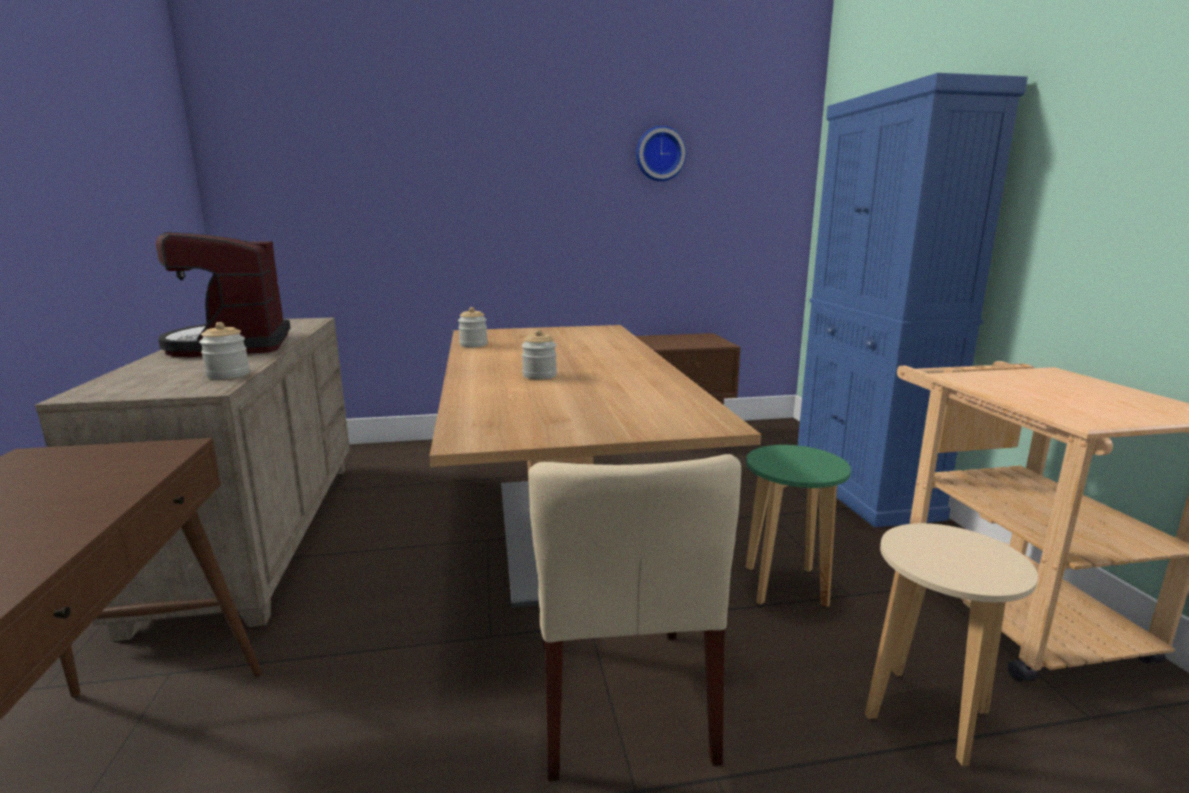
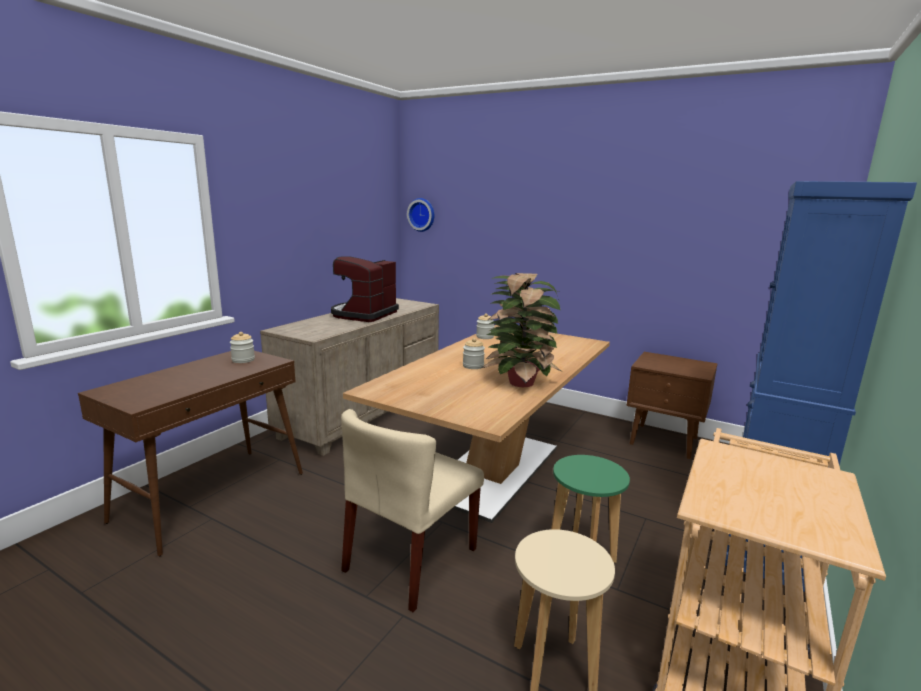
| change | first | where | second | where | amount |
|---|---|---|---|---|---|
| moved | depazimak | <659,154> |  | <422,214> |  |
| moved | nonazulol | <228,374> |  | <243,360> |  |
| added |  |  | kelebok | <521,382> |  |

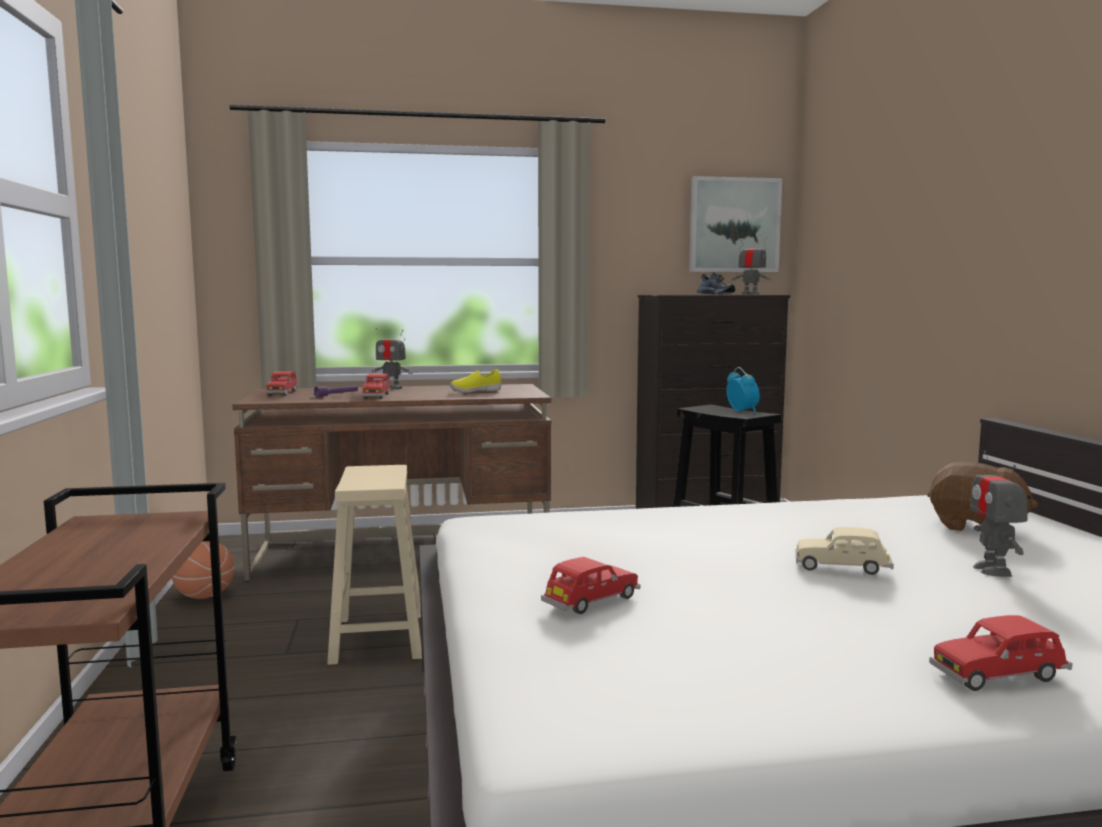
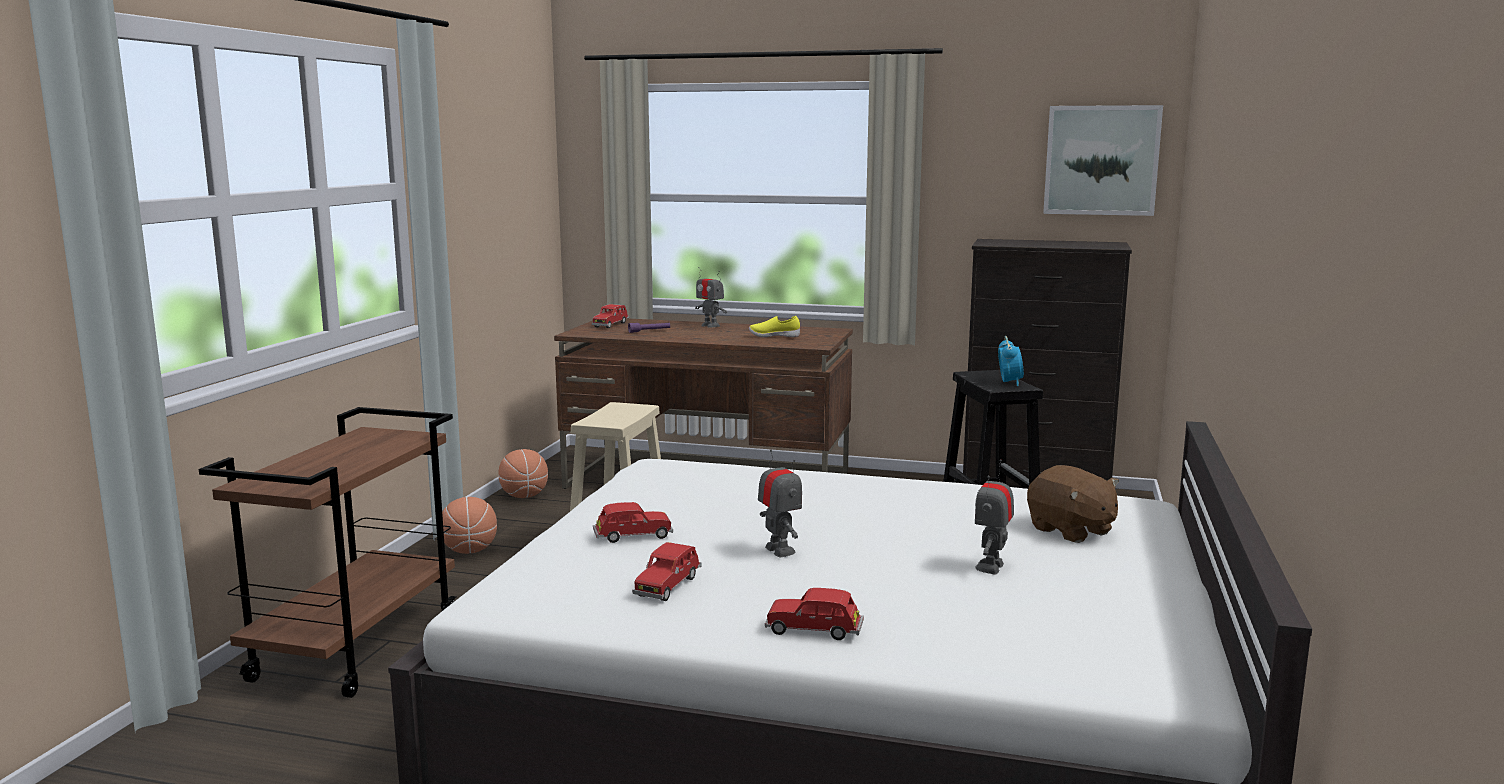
| change | first | where | second | where | amount |
|---|---|---|---|---|---|
| moved | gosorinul | <750,294> |  | <779,550> |  |
| removed | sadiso | <716,294> |  |  |  |
| moved | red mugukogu | <376,396> |  | <668,586> |  |
| removed | beige mugukogu | <842,568> |  |  |  |
| added |  |  | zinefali | <470,551> |  |

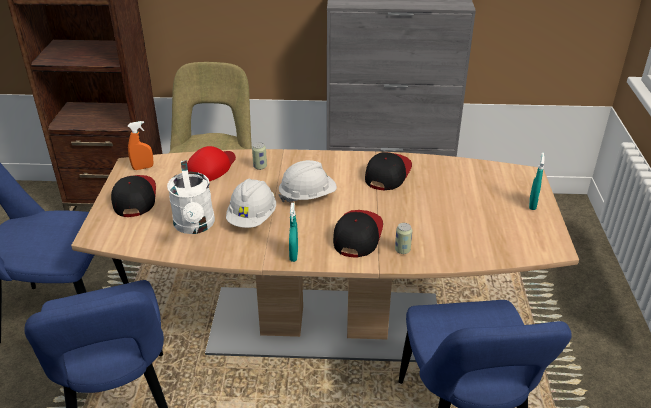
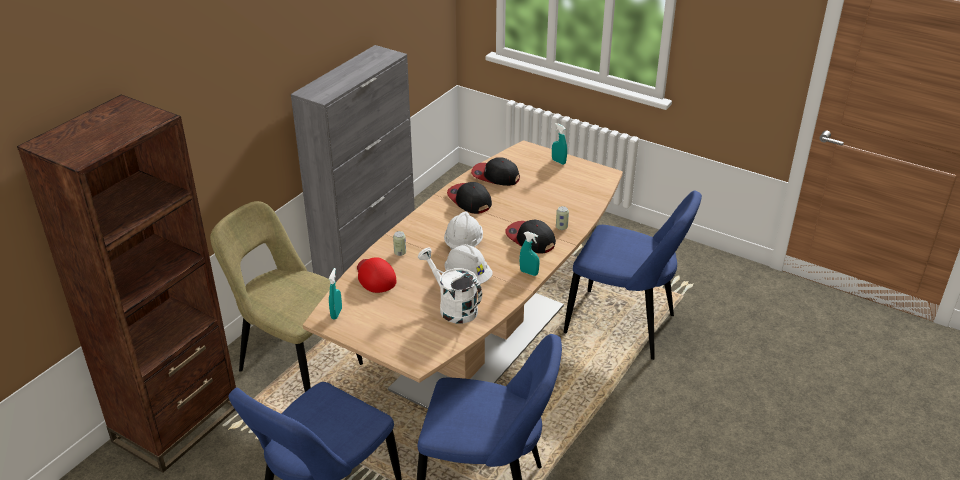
| change | first | where | second | where | amount |
|---|---|---|---|---|---|
| recoloured | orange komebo | <143,168> | turquoise komebo | <336,314> |  |
| turned | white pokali | <195,226> |  | <452,307> | 150 degrees counterclockwise |
| moved | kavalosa | <134,198> |  | <495,176> |  |

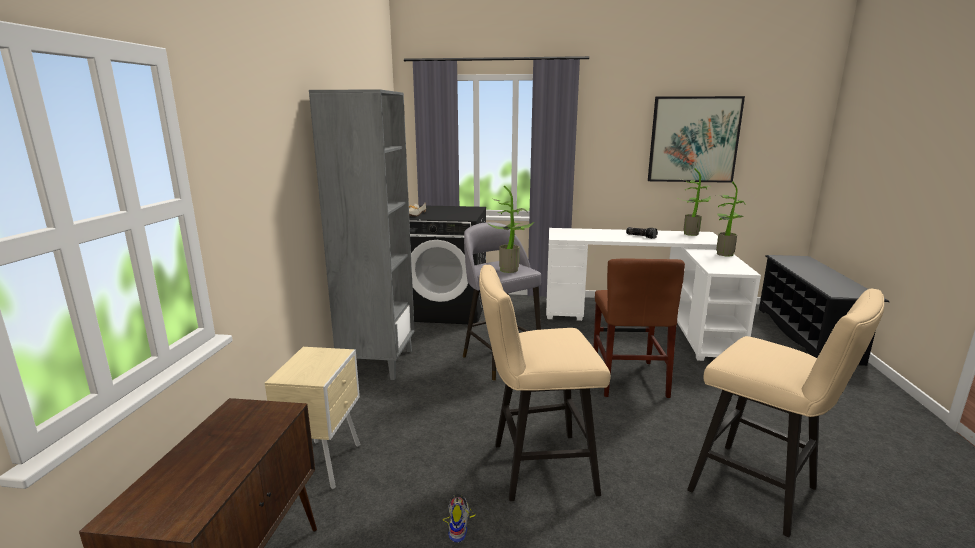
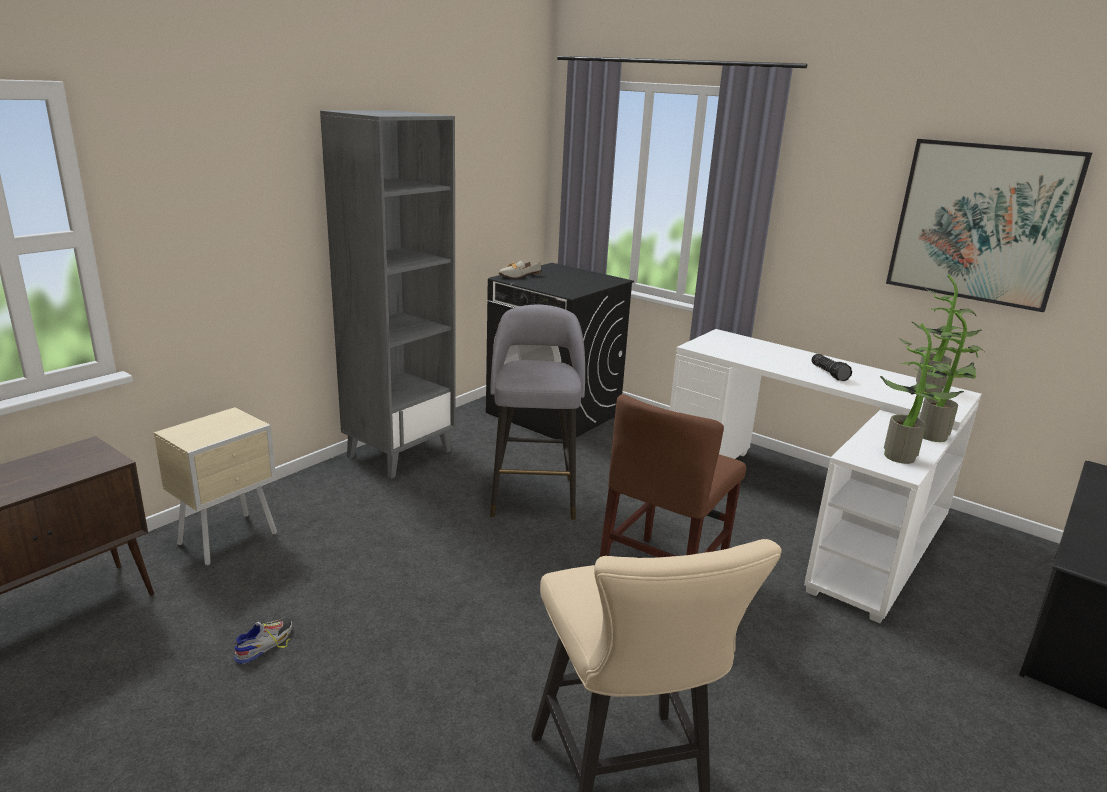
| change | first | where | second | where | amount |
|---|---|---|---|---|---|
| moved | kelebok | <511,269> |  | <903,456> |  |
| removed | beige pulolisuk | <535,468> |  |  |  |

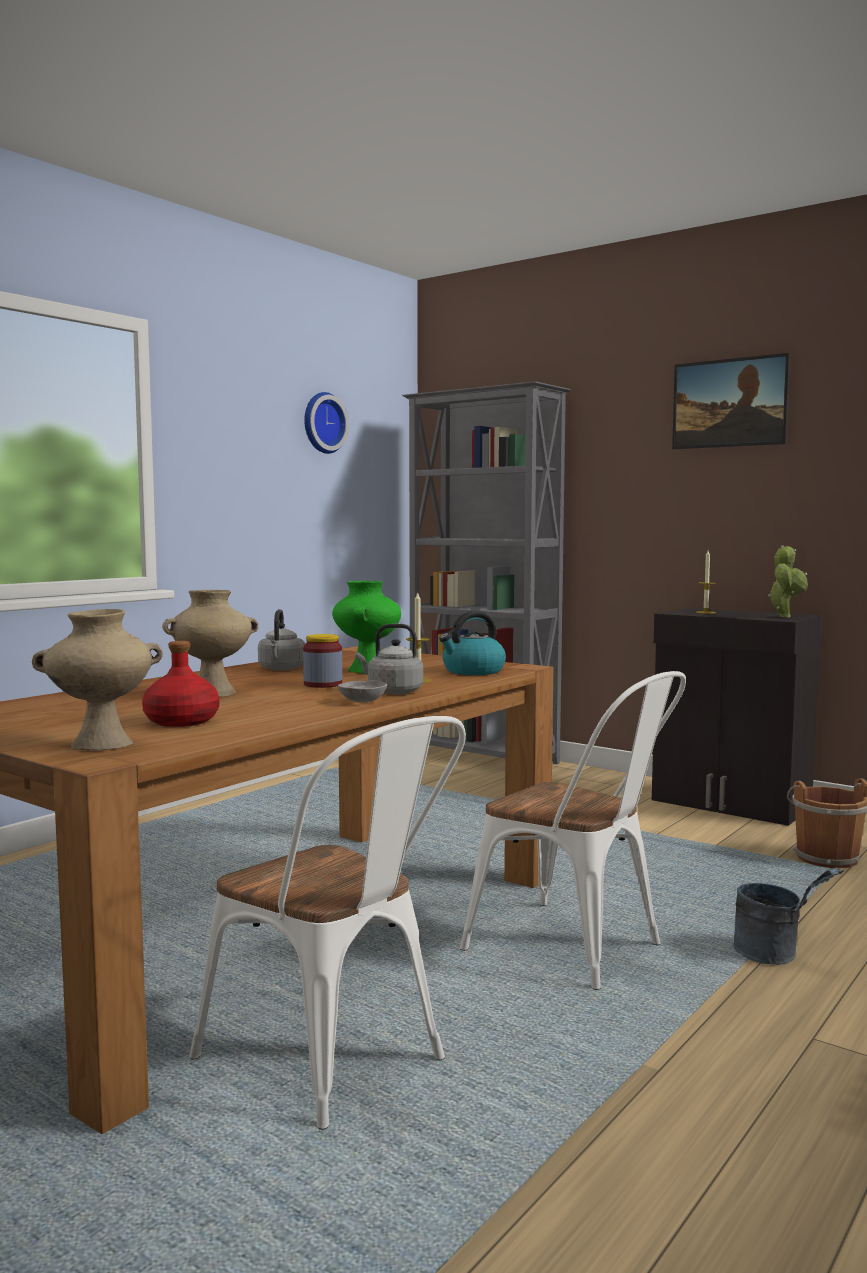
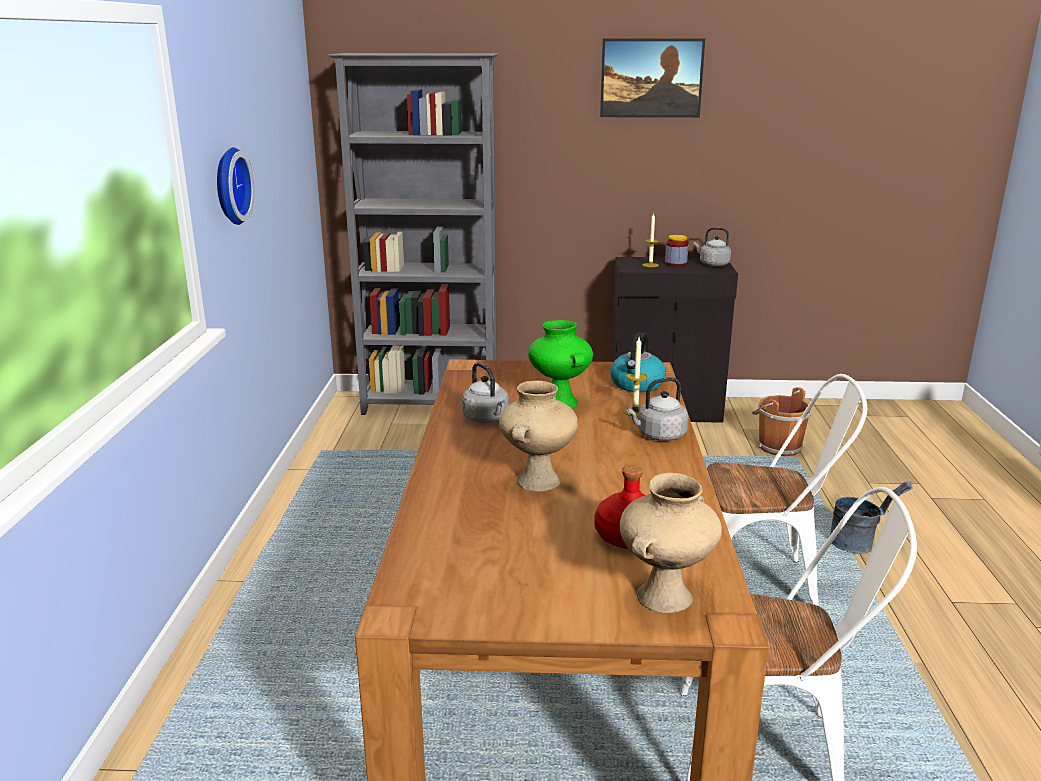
| change | first | where | second | where | amount |
|---|---|---|---|---|---|
| moved | depazimak | <322,423> |  | <228,186> |  |
| replaced | kelebok | <784,616> | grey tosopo | <712,264> |  |
| moved | nonazulol | <323,684> |  | <675,264> |  |
| removed | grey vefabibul | <362,701> |  |  |  |

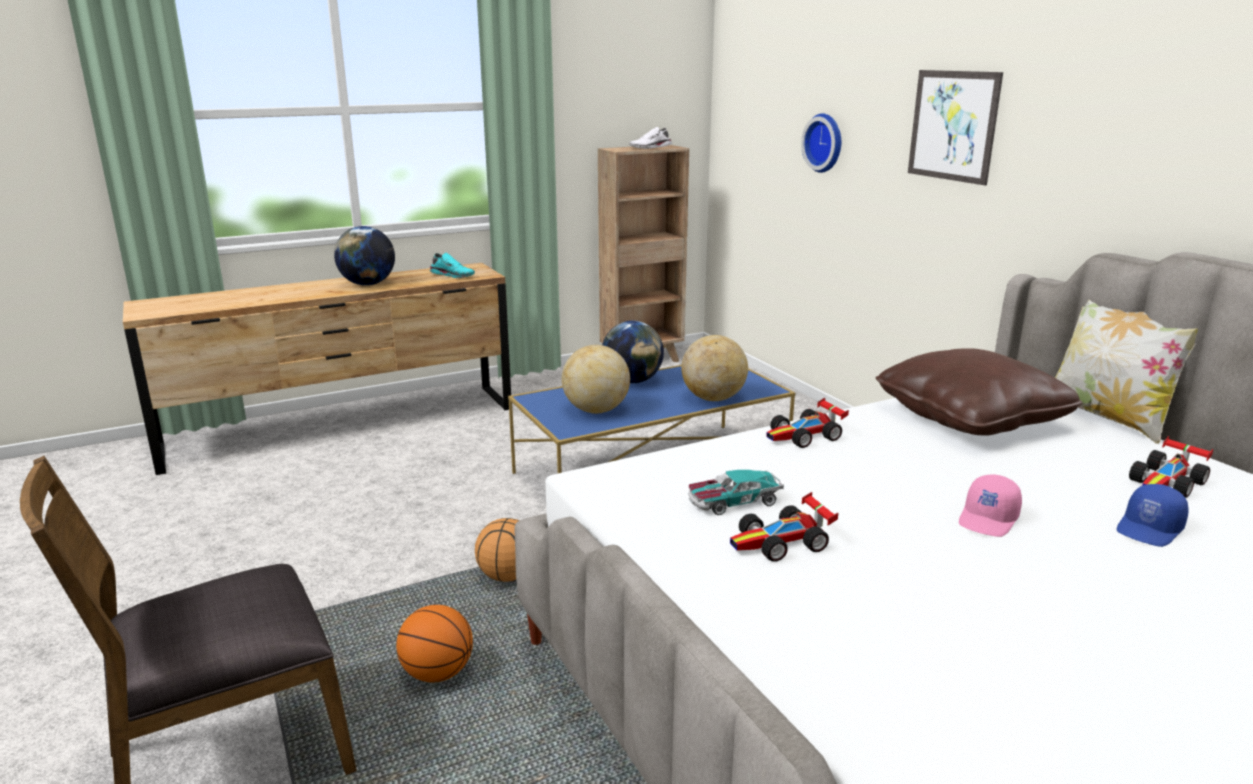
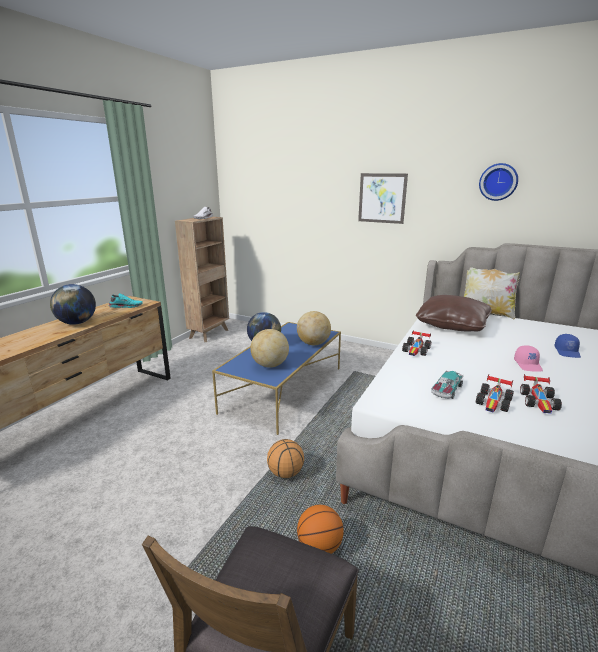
| change | first | where | second | where | amount |
|---|---|---|---|---|---|
| moved | depazimak | <825,143> |  | <498,182> |  |
| moved | mugukogu | <1168,483> |  | <539,401> |  |

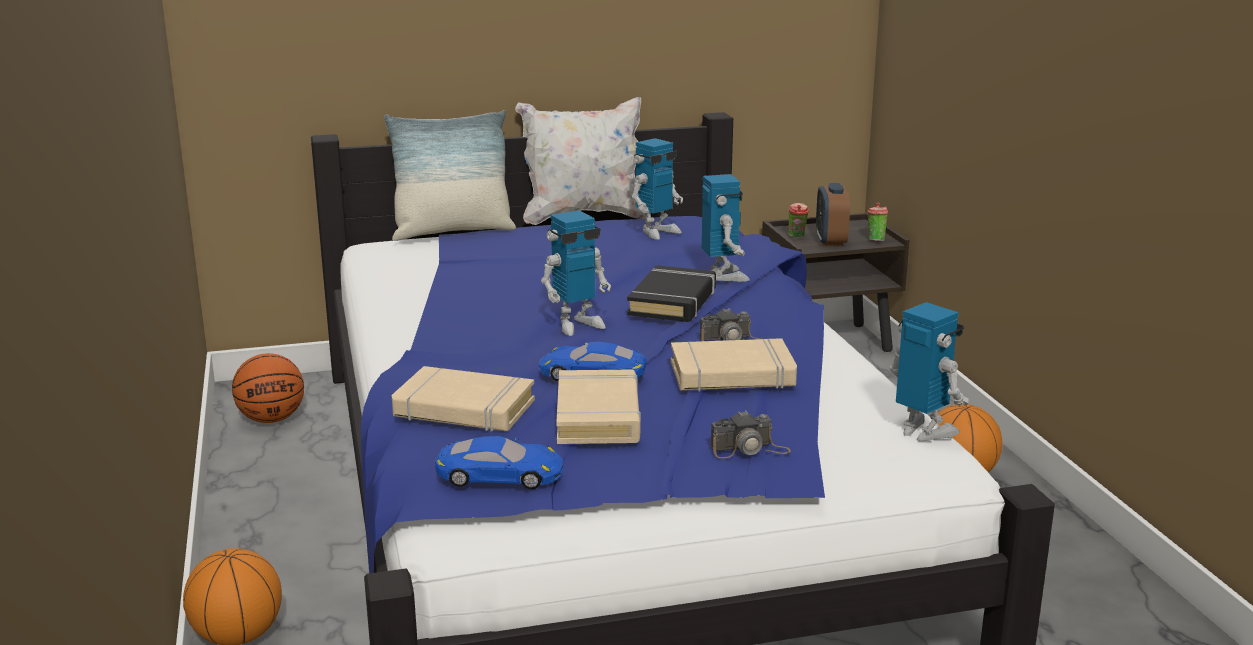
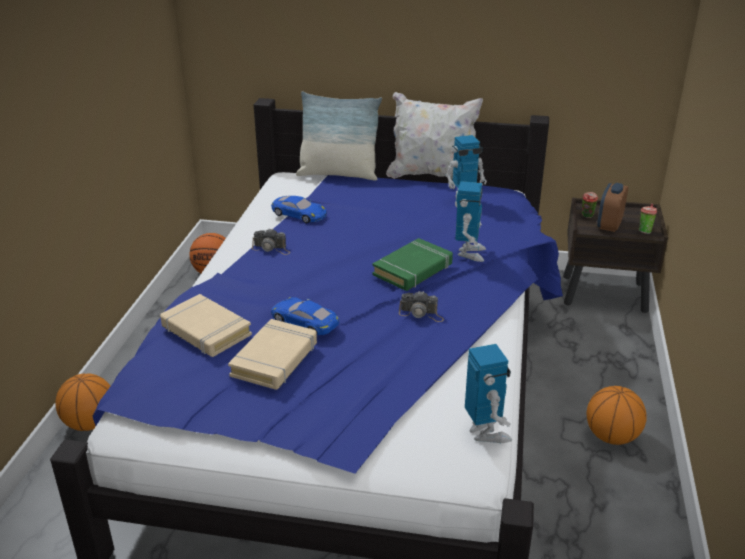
| change | first | where | second | where | amount |
|---|---|---|---|---|---|
| removed | gosorinul | <576,324> |  |  |  |
| recoloured | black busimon | <673,302> | green busimon | <413,270> |  |
| removed | beige busimon | <732,375> |  |  |  |
| moved | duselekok | <750,449> |  | <271,248> |  |
| moved | blue mugukogu | <500,474> |  | <299,214> |  |

